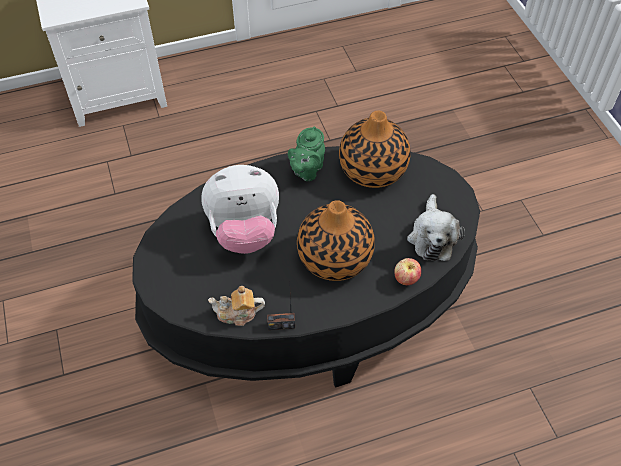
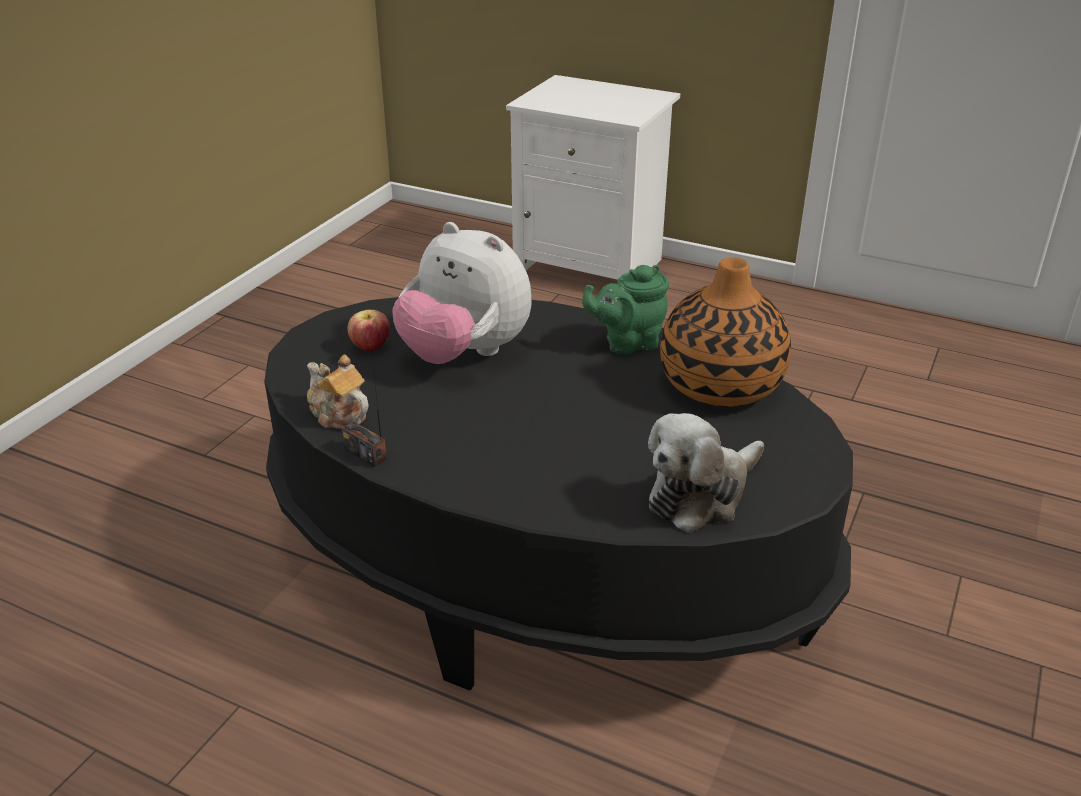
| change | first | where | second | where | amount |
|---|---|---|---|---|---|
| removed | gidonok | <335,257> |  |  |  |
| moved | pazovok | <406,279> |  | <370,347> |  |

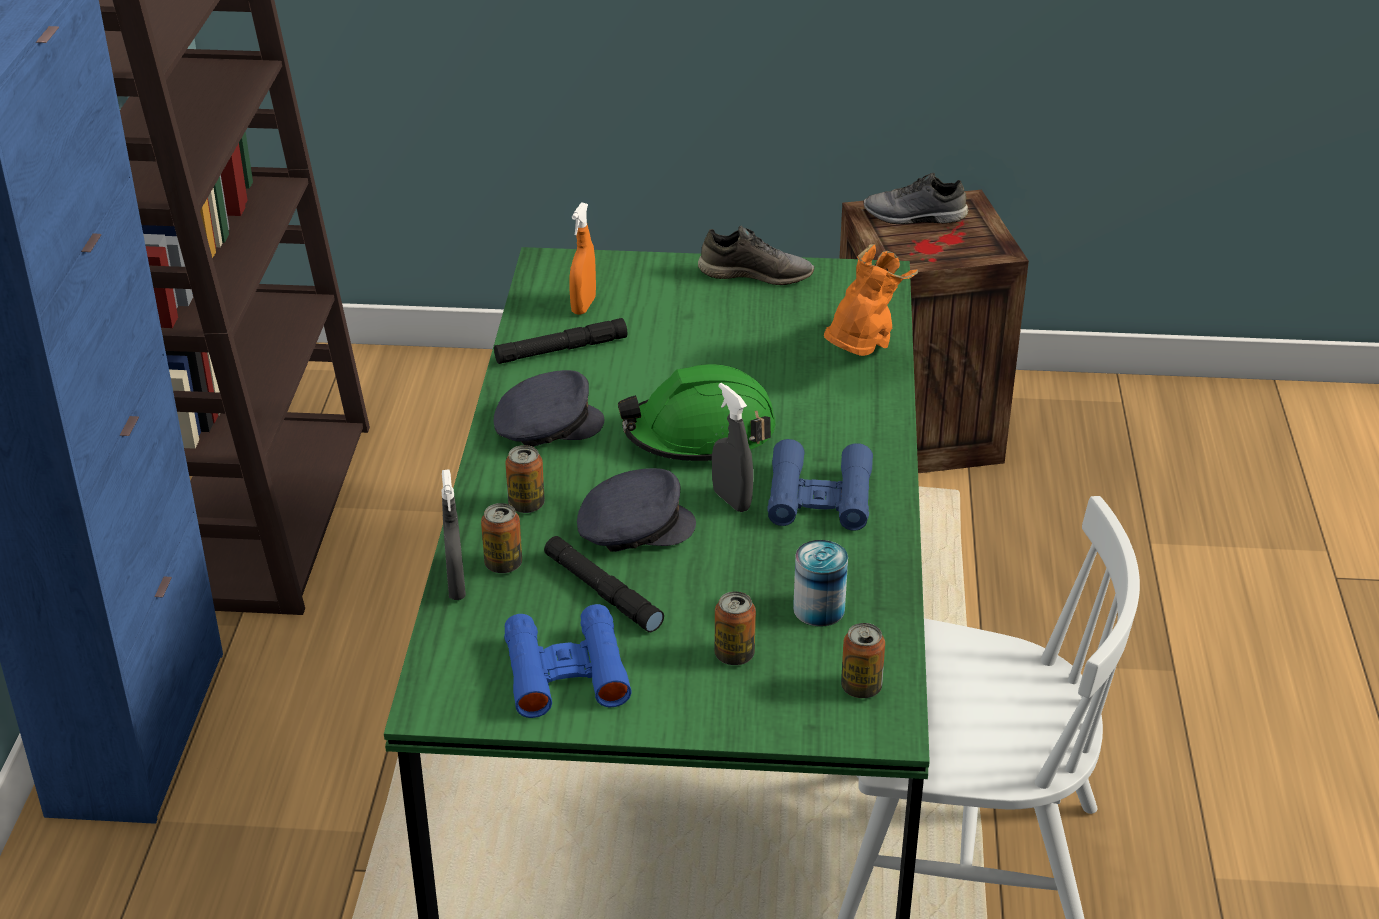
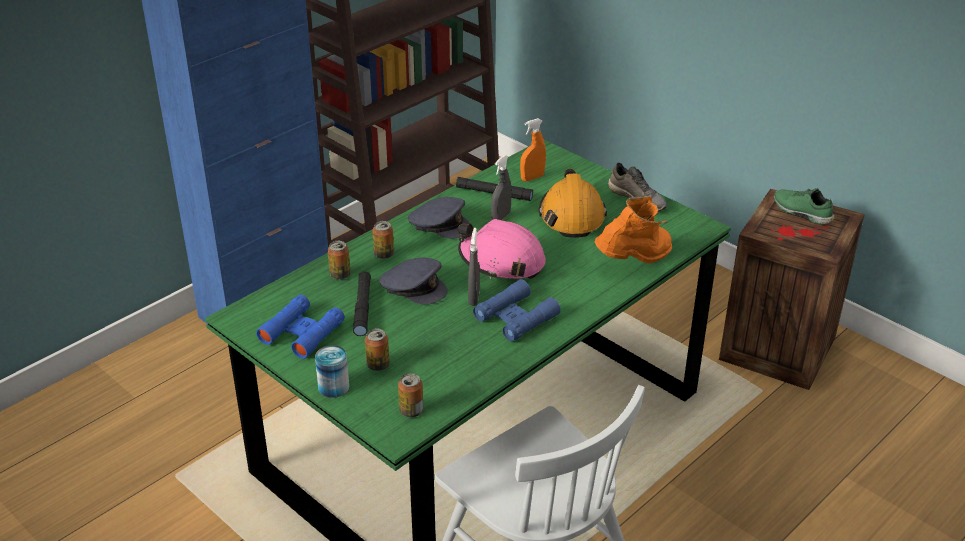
| change | first | where | second | where | amount |
|---|---|---|---|---|---|
| recoloured | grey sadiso | <914,217> | green sadiso | <801,212> |  |
| recoloured | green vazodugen | <700,435> | pink vazodugen | <501,261> |  |
| moved | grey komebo | <456,586> |  | <501,217> |  |
| moved | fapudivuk | <819,609> |  | <333,387> |  |
| added |  |  | orange vazodugen | <571,215> |  |

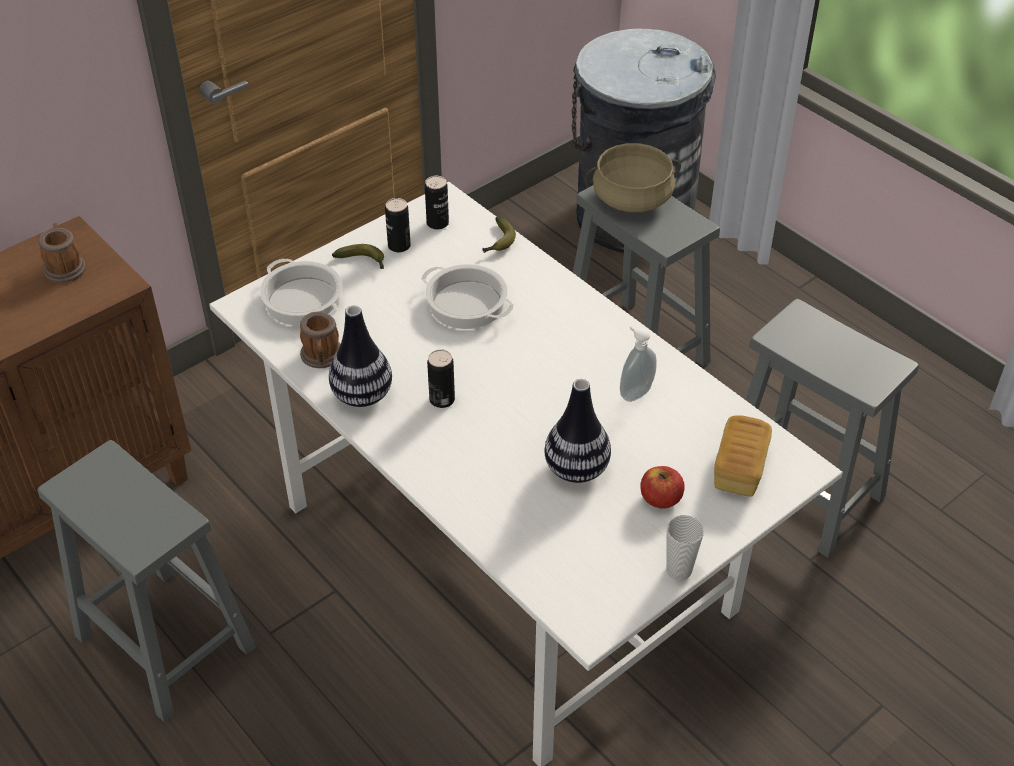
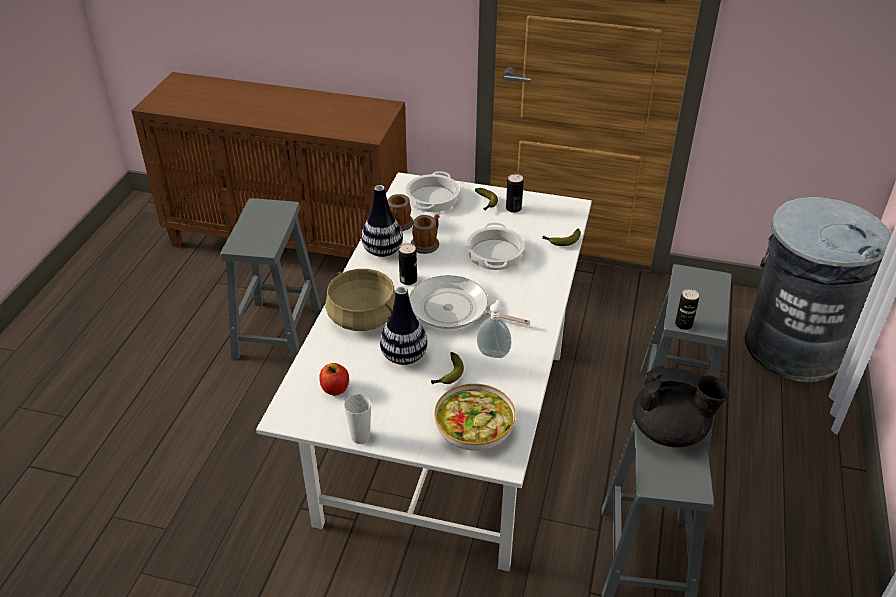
| change | first | where | second | where | amount |
|---|---|---|---|---|---|
| moved | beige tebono | <632,198> |  | <363,317> |  |
| moved | fapudivuk | <437,223> |  | <683,324> |  |
| moved | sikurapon | <64,267> |  | <427,243> |  |
| replaced | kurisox | <739,468> | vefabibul | <473,429> |  |
| moved | pazovok | <660,499> |  | <335,388> |  |
| added |  |  | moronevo | <453,310> |  |
| added |  |  | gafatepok | <448,375> |  |
| added |  |  | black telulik | <670,431> |  |

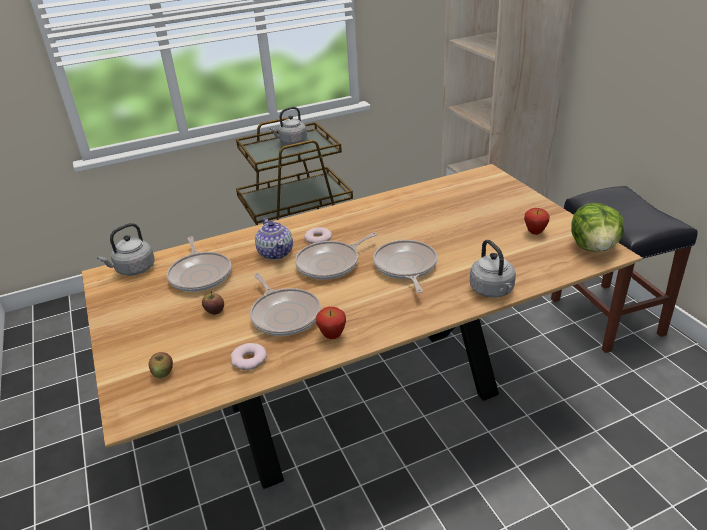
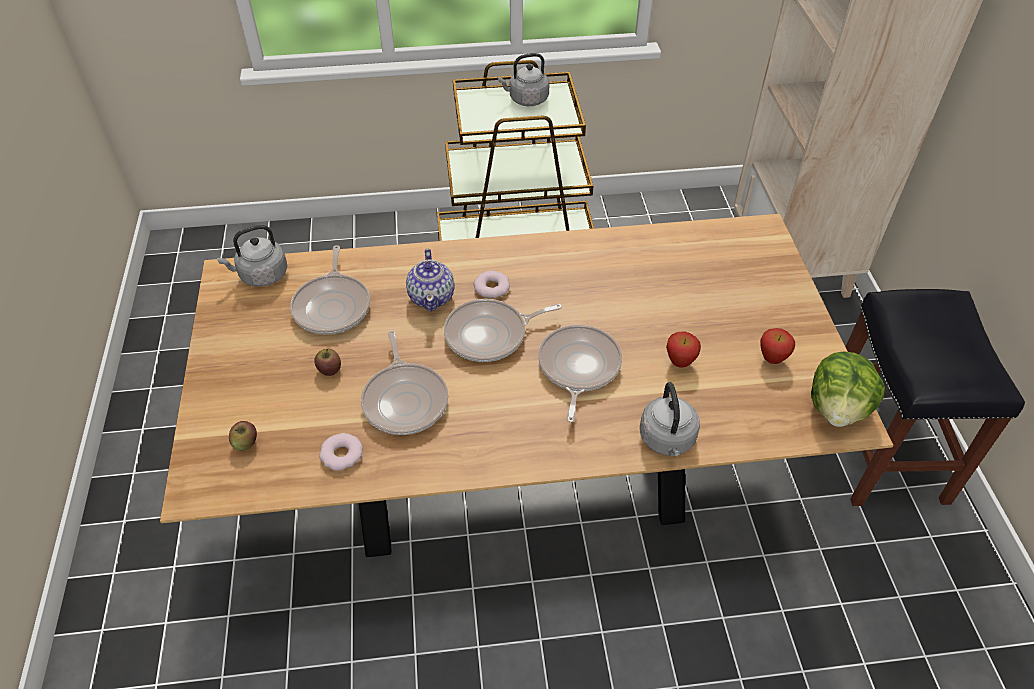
| change | first | where | second | where | amount |
|---|---|---|---|---|---|
| moved | pazovok | <332,336> |  | <680,362> |  |

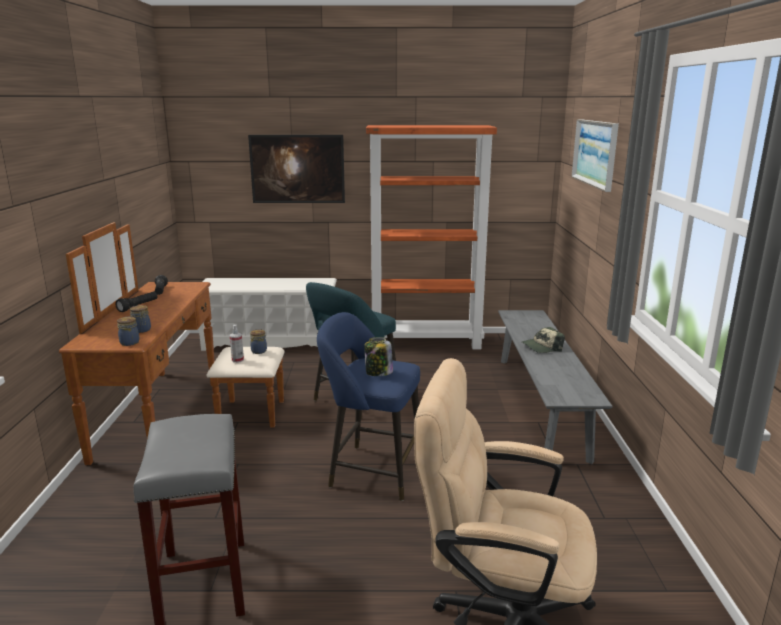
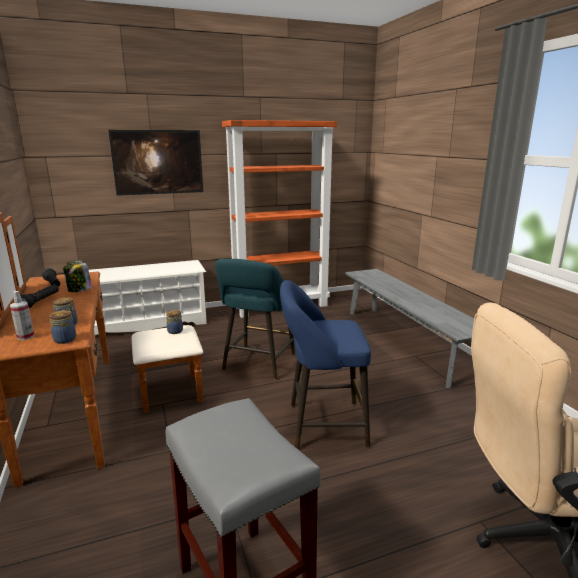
| change | first | where | second | where | amount |
|---|---|---|---|---|---|
| removed | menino | <595,153> |  |  |  |
| moved | komebo | <237,360> |  | <25,337> |  |
| removed | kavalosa | <541,347> |  |  |  |
| moved | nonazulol | <378,372> |  | <79,290> |  |

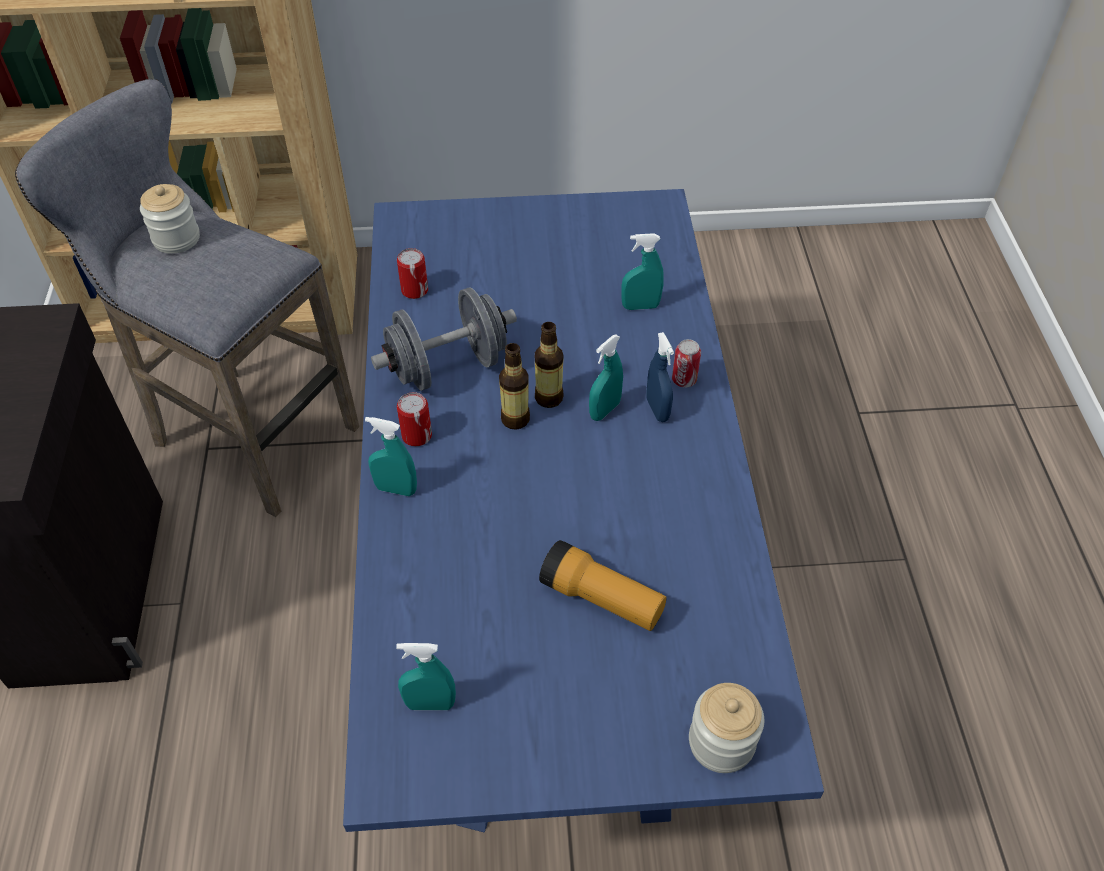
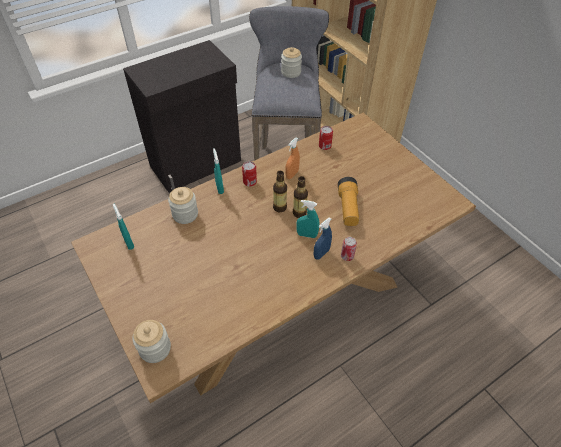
| change | first | where | second | where | amount |
|---|---|---|---|---|---|
| recoloured | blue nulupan | <555,597> | brown nulupan | <280,301> |  |
| removed | turquoise komebo | <640,306> |  |  |  |
| replaced | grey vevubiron | <448,366> | orange komebo | <292,174> |  |
| moved | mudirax | <602,599> |  | <348,208> |  |
| added |  |  | nonazulol | <185,214> |  |

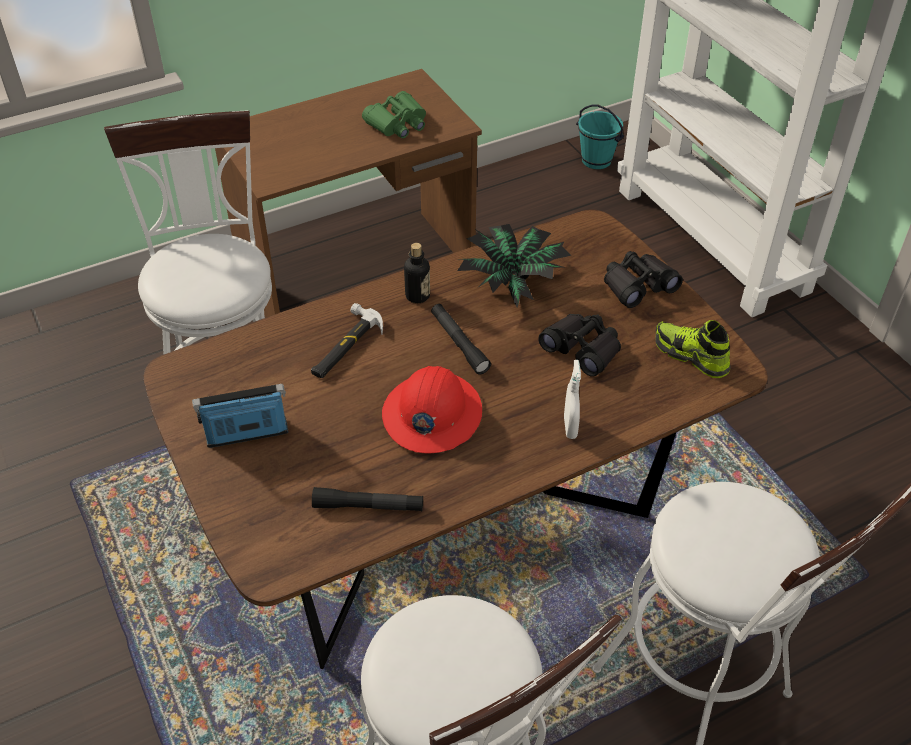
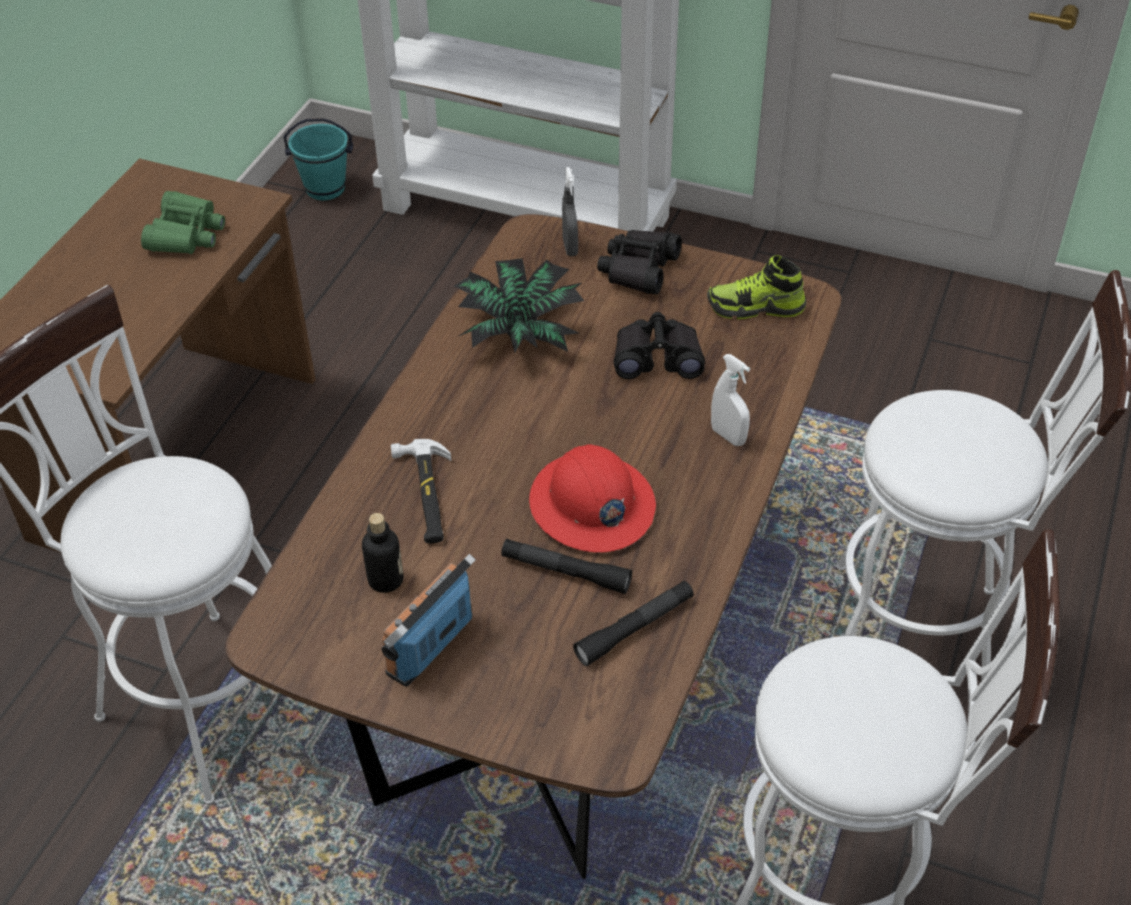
| change | first | where | second | where | amount |
|---|---|---|---|---|---|
| moved | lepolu | <417,296> |  | <385,580> |  |
| moved | black mudirax | <459,343> |  | <565,572> |  |
| added |  |  | grey komebo | <570,247> |  |

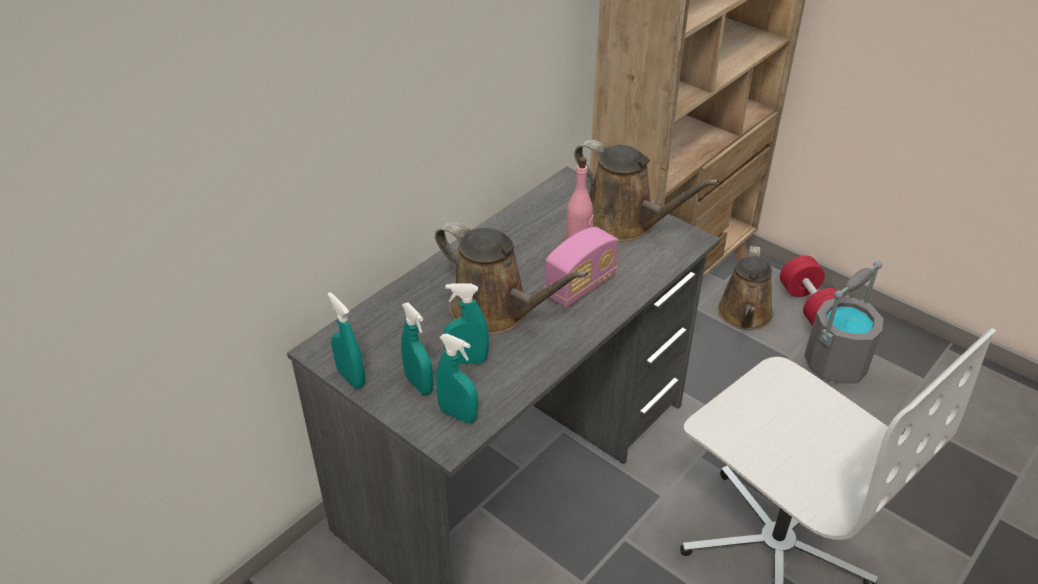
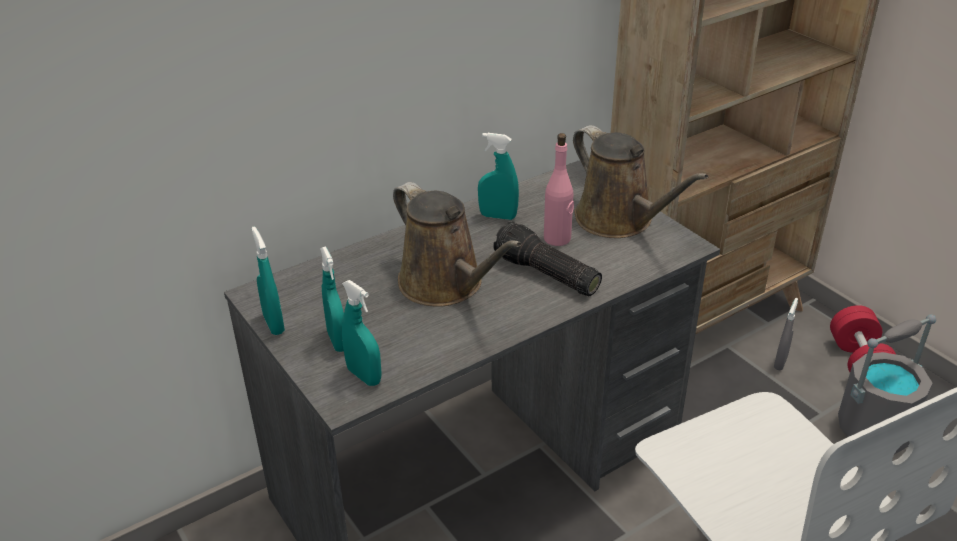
| change | first | where | second | where | amount |
|---|---|---|---|---|---|
| replaced | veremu | <580,287> | mudirax | <545,274> |  |
| replaced | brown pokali | <745,316> | grey komebo | <780,362> |  |
| moved | turquoise komebo | <467,360> |  | <498,216> |  |

